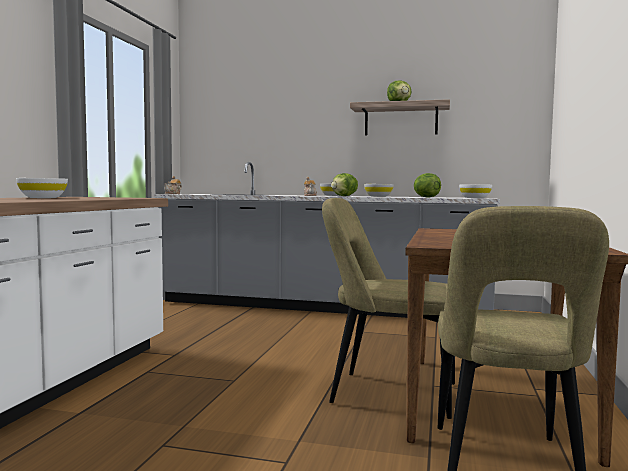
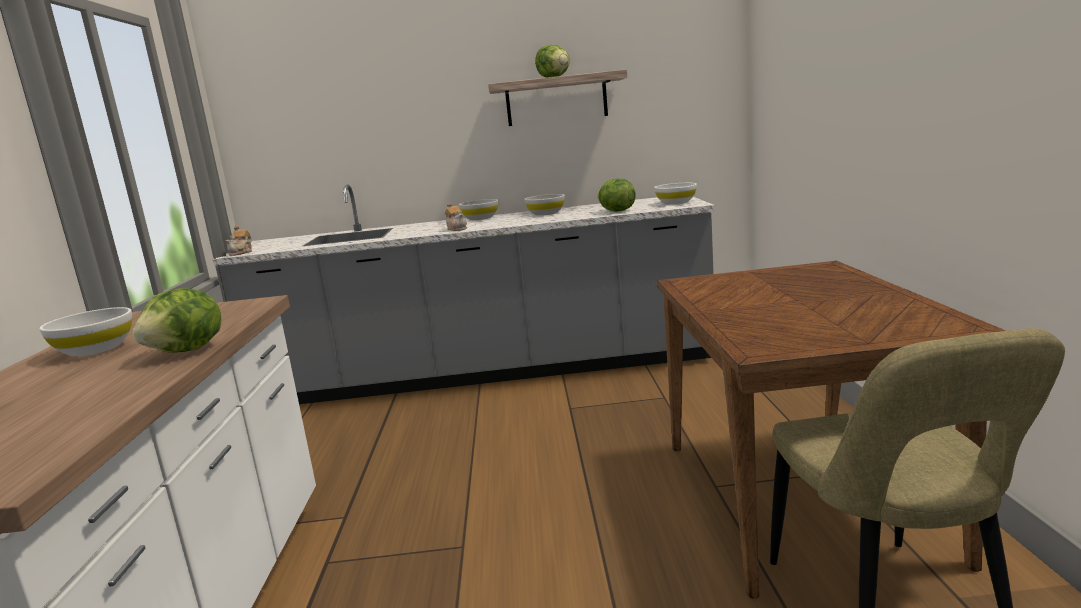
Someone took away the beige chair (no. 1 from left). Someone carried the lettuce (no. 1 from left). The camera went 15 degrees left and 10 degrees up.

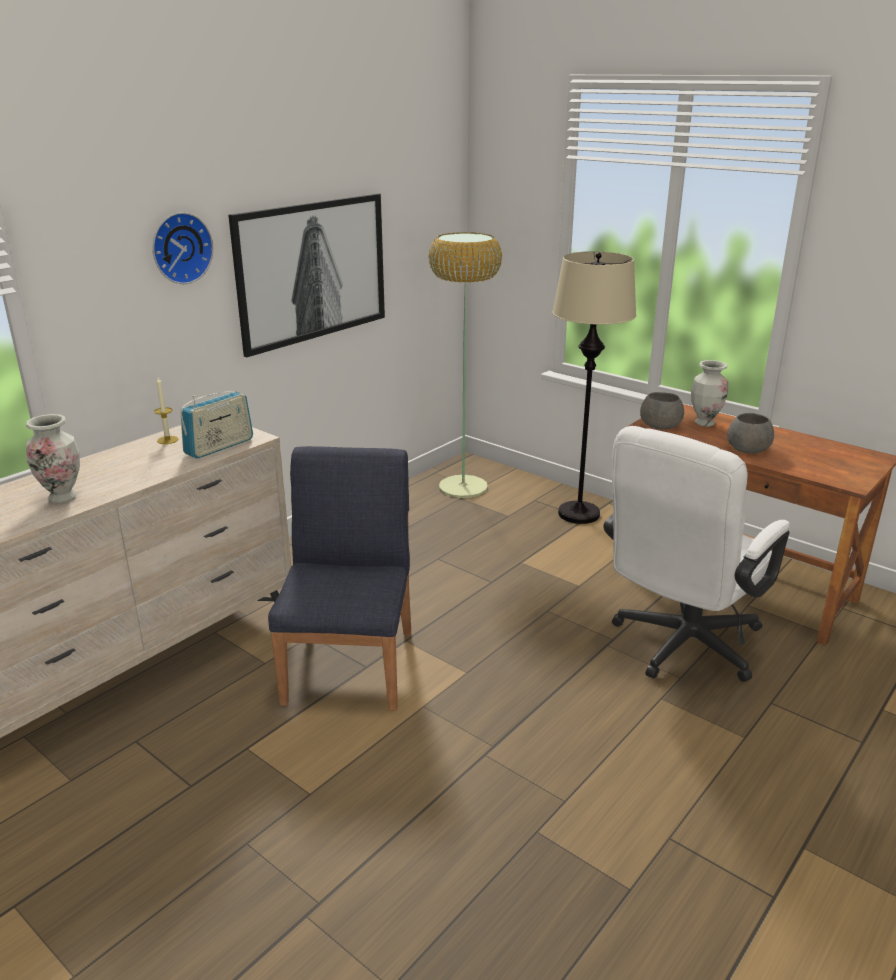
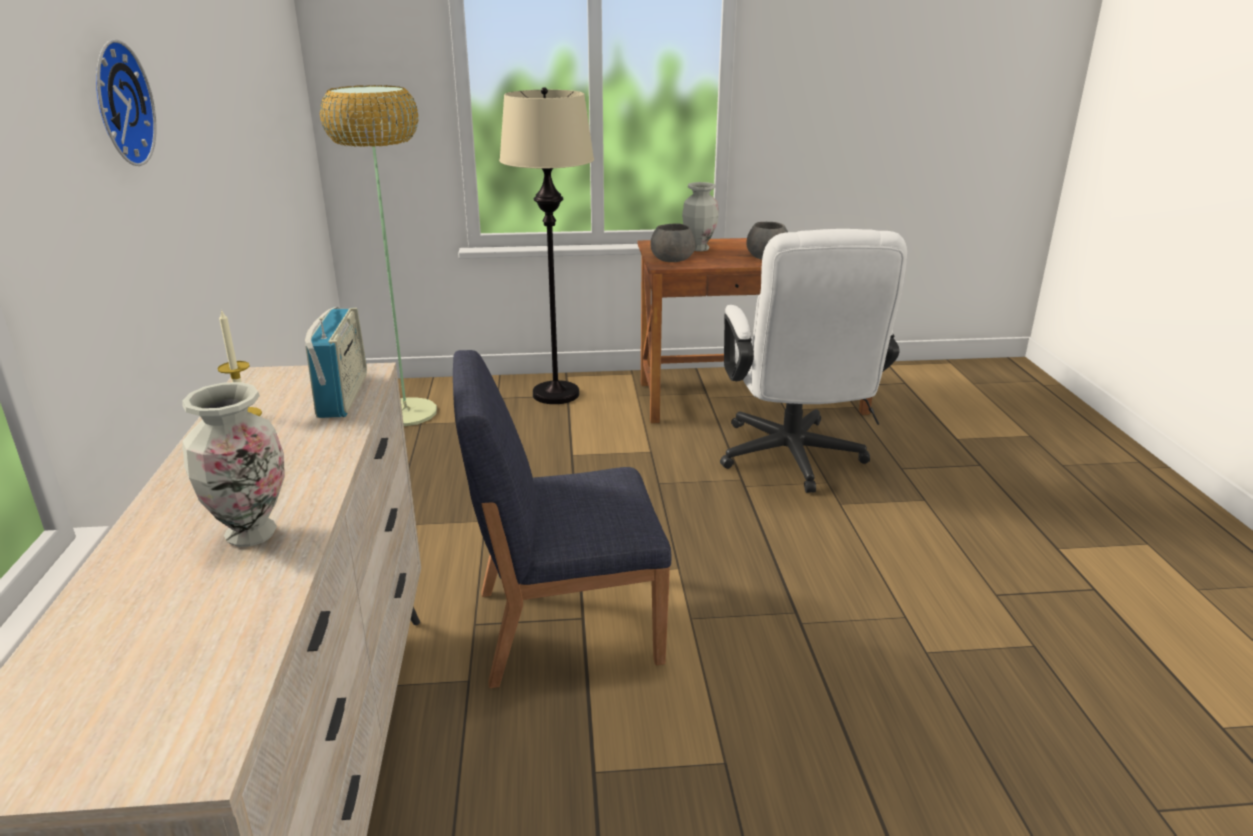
Someone took away the picture. Someone rotated the blue chair by 60 degrees counterclockwise. The camera went 45 degrees left and 0 degrees up.

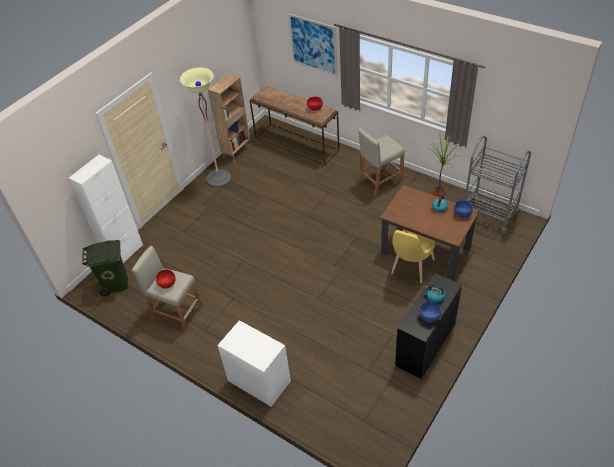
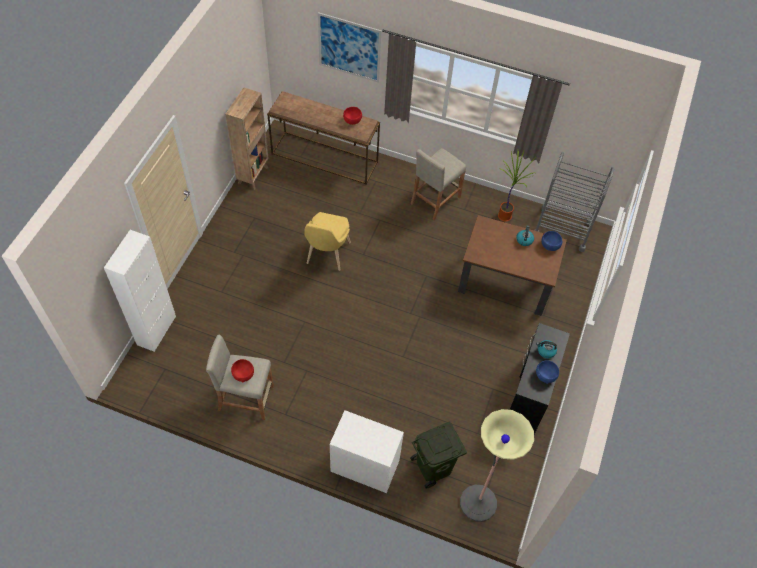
Someone carried the green trash can. Someone carried the floor lamp. Someone carried the yellow chair. The camera went 20 degrees left and 10 degrees up.

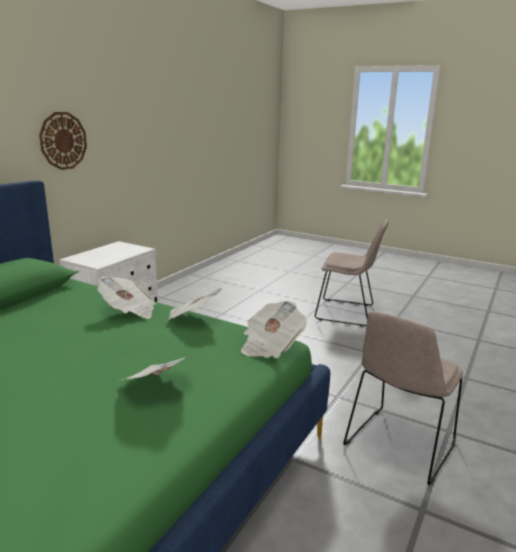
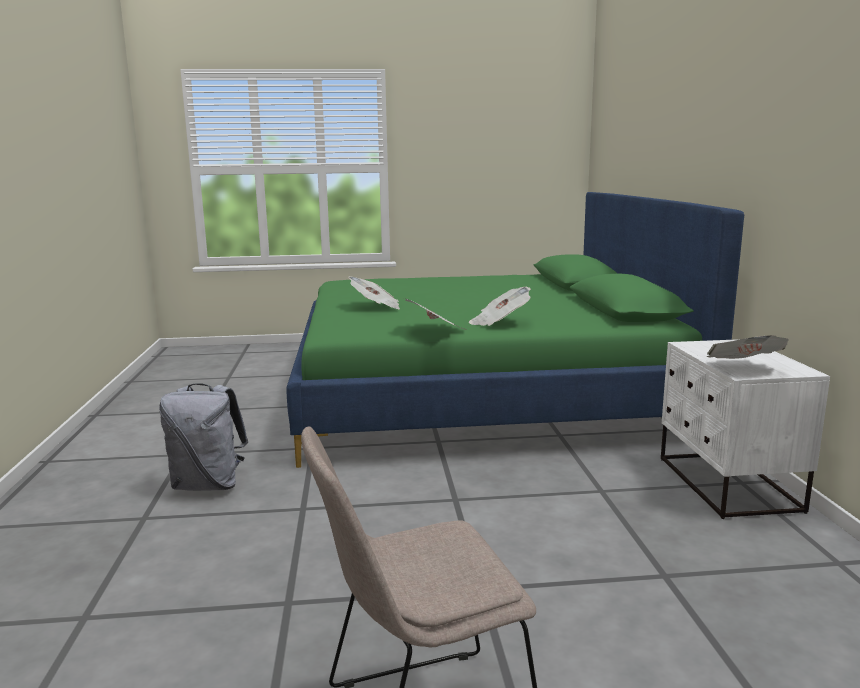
Someone took away the wall clock. Someone carried the newspaper (no. 4 from left). Someone swapped the beige chair (no. 2 from left) for the grey backpack. The camera went 145 degrees right and 5 degrees down.

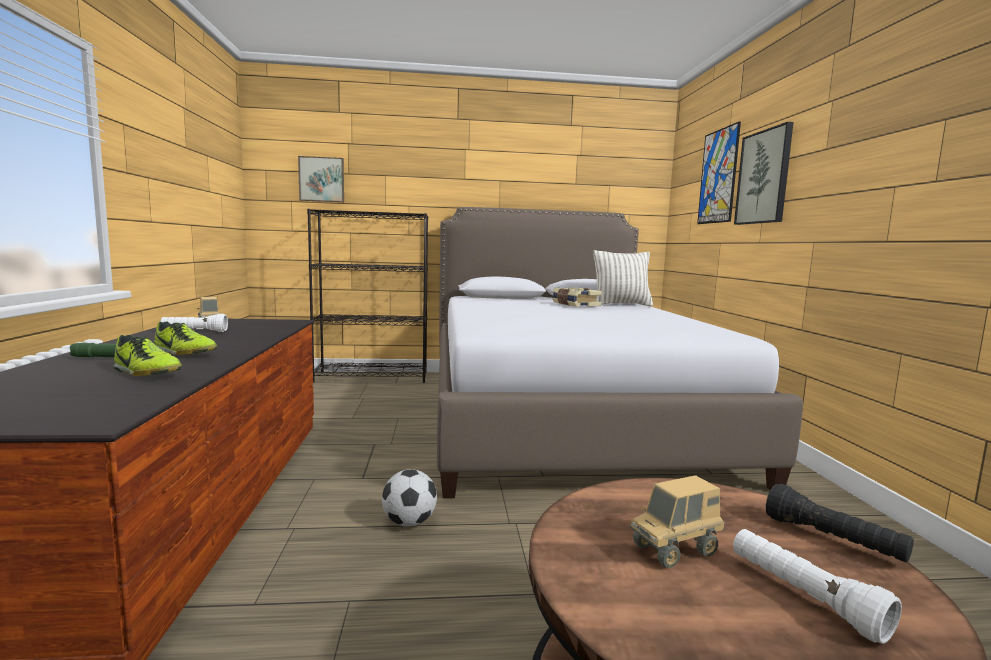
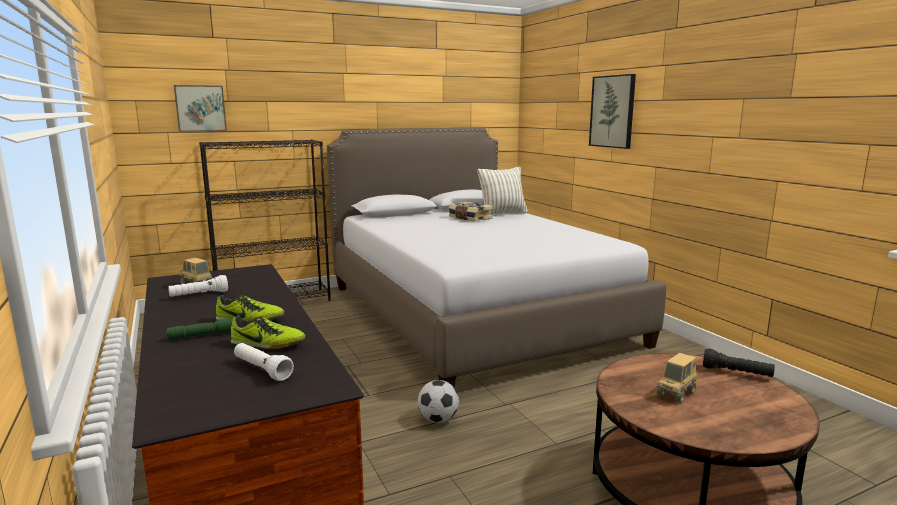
Someone took away the picture (no. 2 from left). Someone carried the white flashlight (no. 2 from left). The camera went 20 degrees left and 5 degrees up.

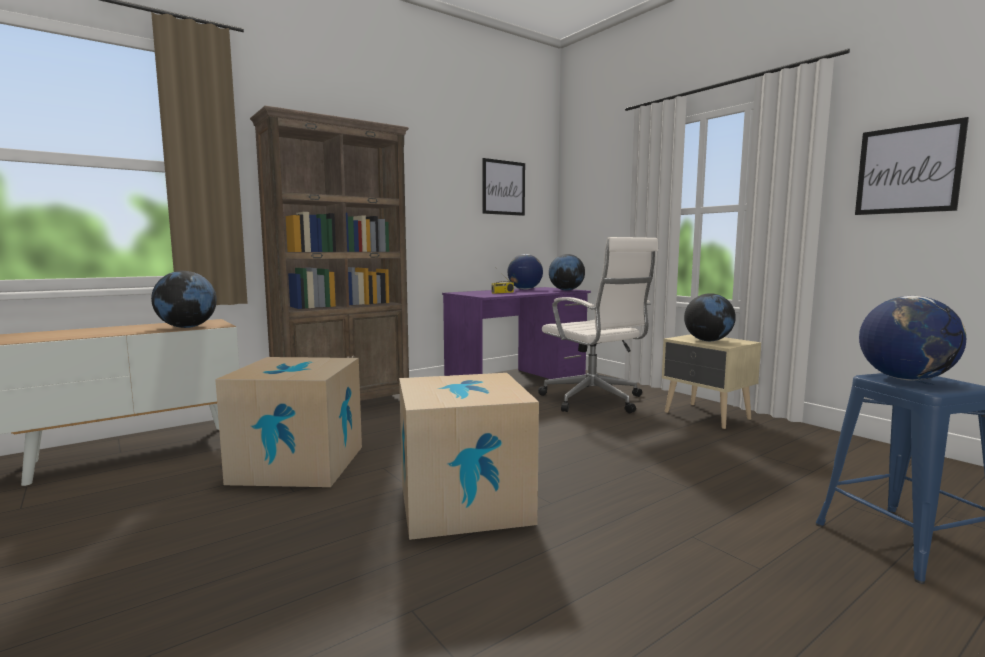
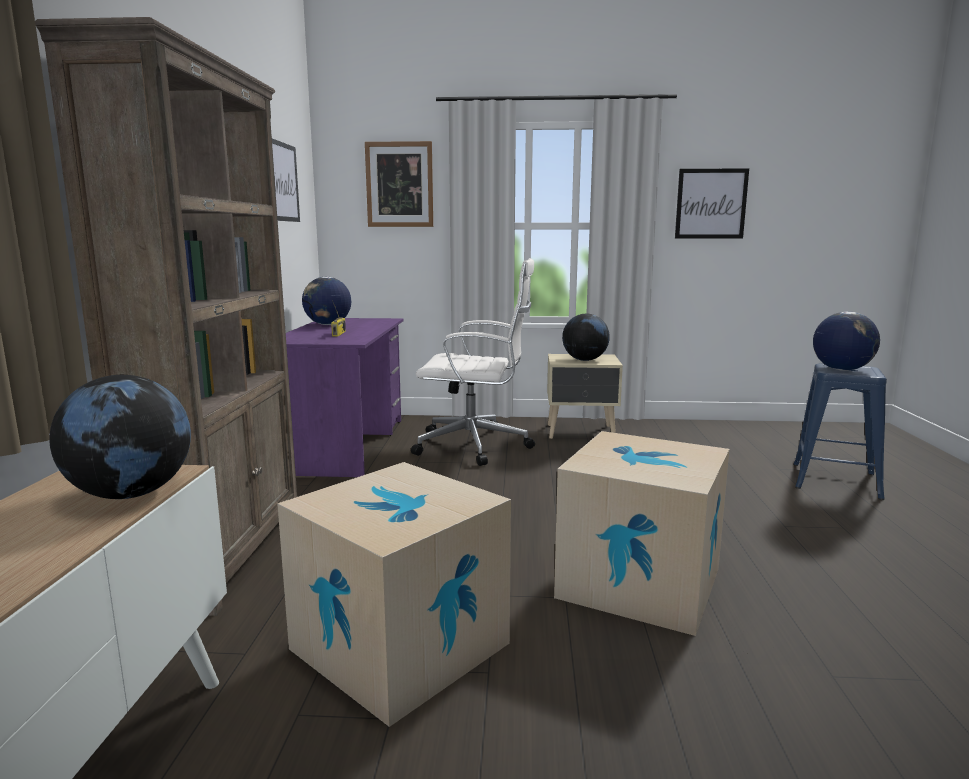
Someone took away the globe (no. 3 from left). Someone put up the picture (no. 2 from left). The camera went 50 degrees left and 5 degrees up.

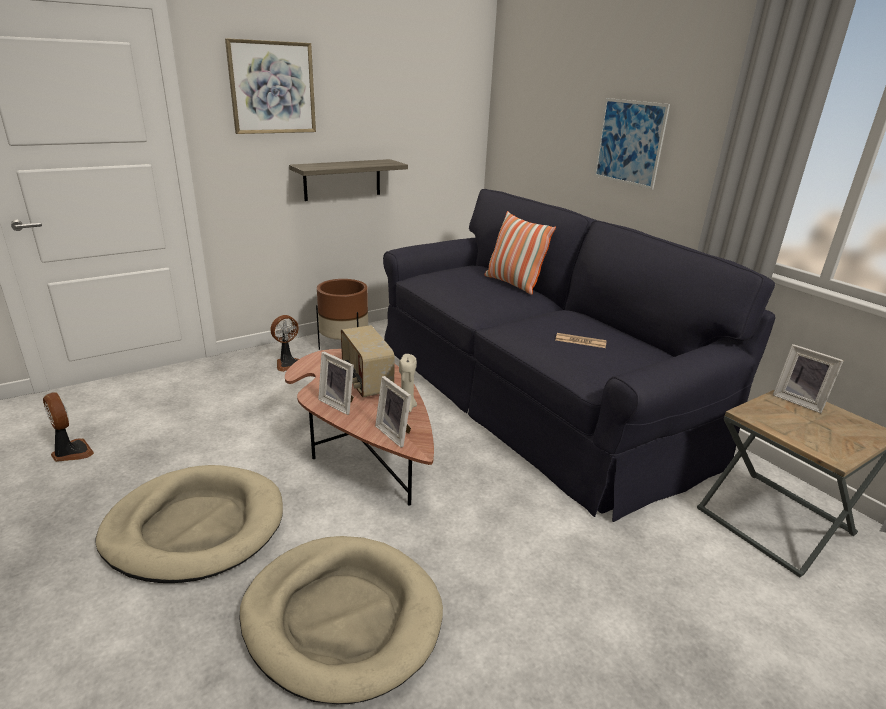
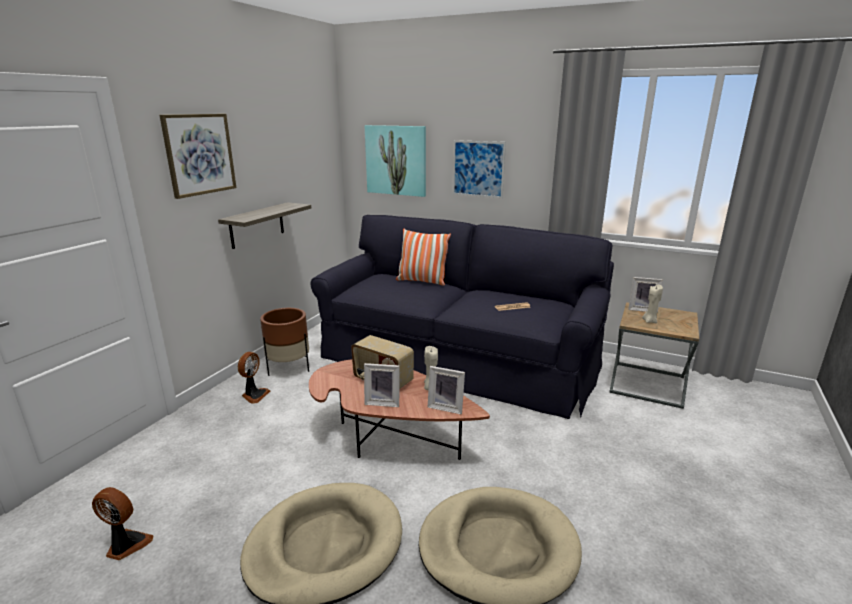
Someone put up the picture (no. 2 from left). Someone put down the beige candle (no. 2 from left). The camera went 30 degrees left and 5 degrees down.

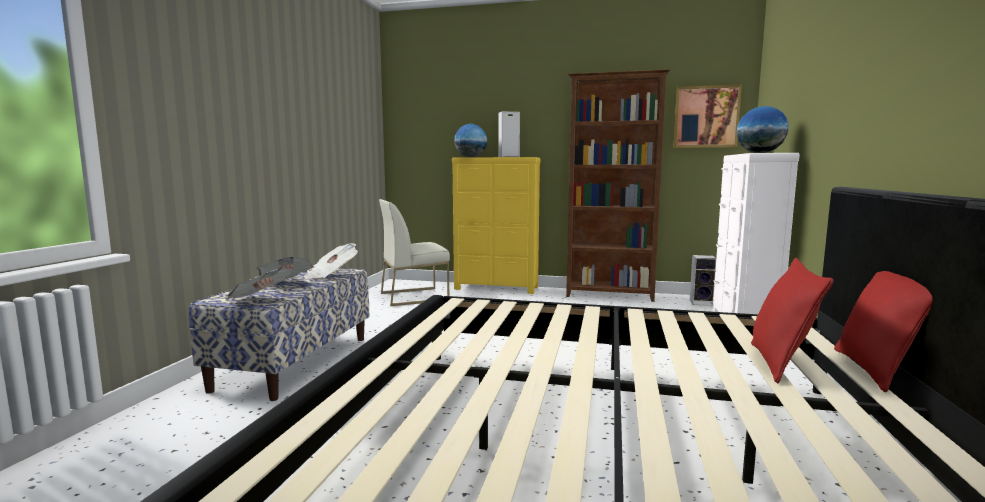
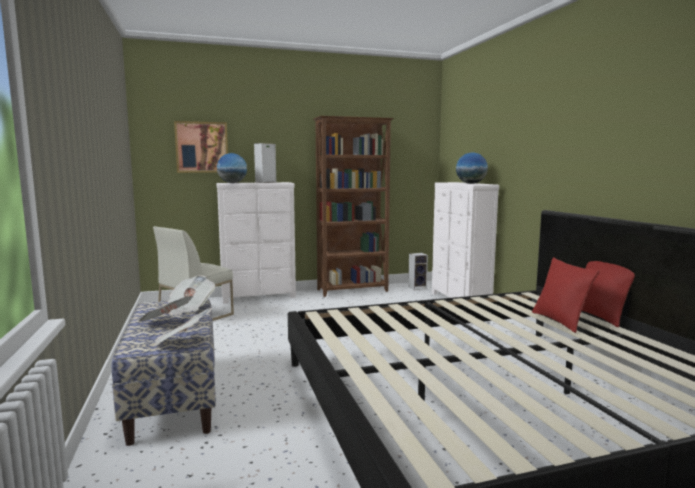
Someone carried the picture. Someone repainted the yellow dresser, which became the white dresser (no. 1 from left). The camera went 30 degrees left and 0 degrees up.

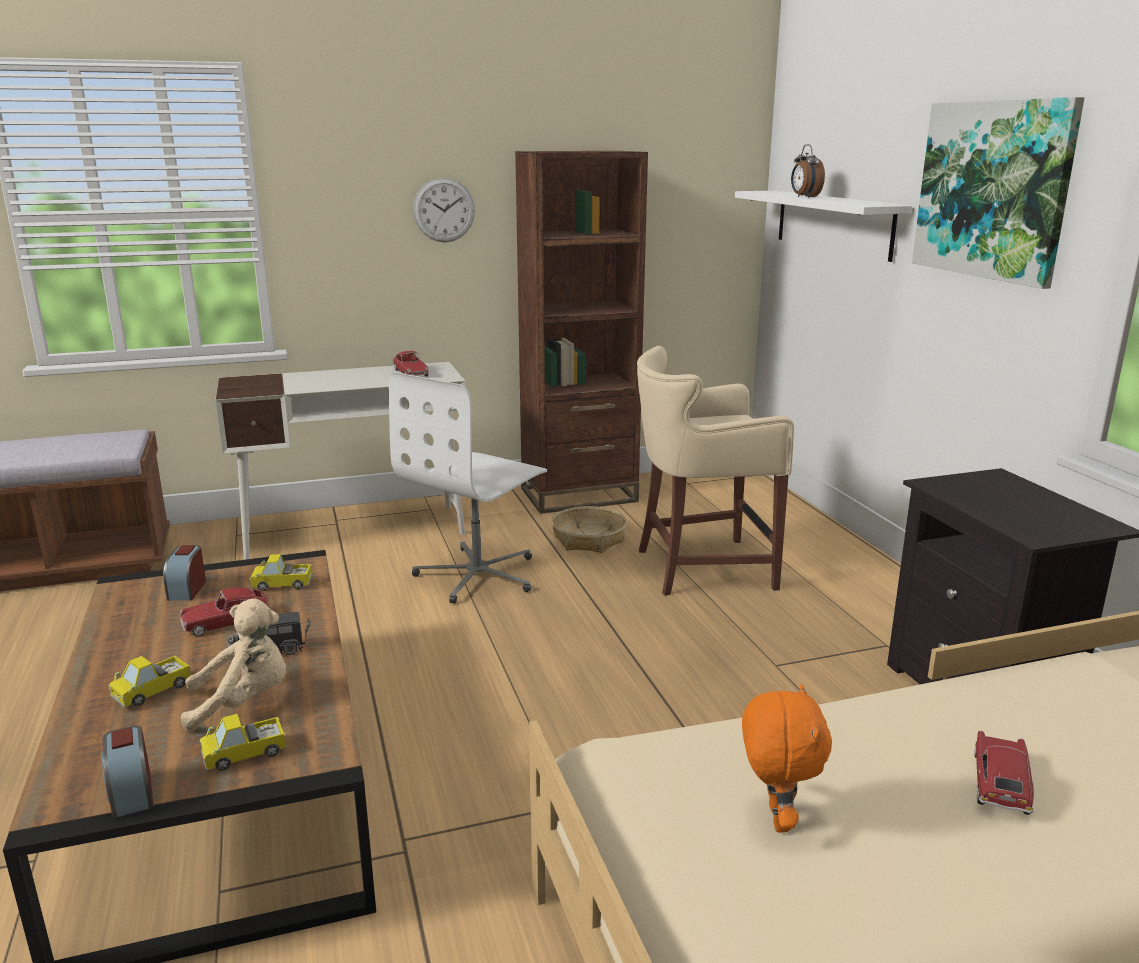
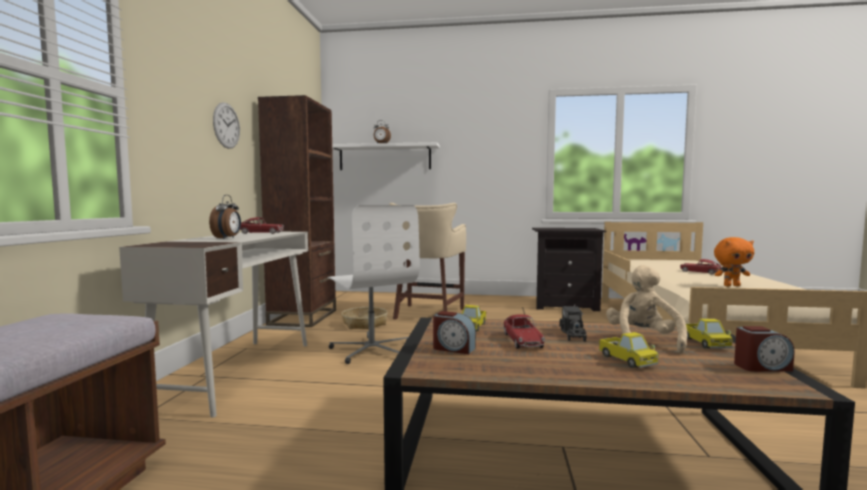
Someone took away the picture. Someone put down the alarm clock (no. 1 from left). Someone rotated the orange plush toy by 150 degrees clockwise. The camera went 65 degrees left and 15 degrees down.

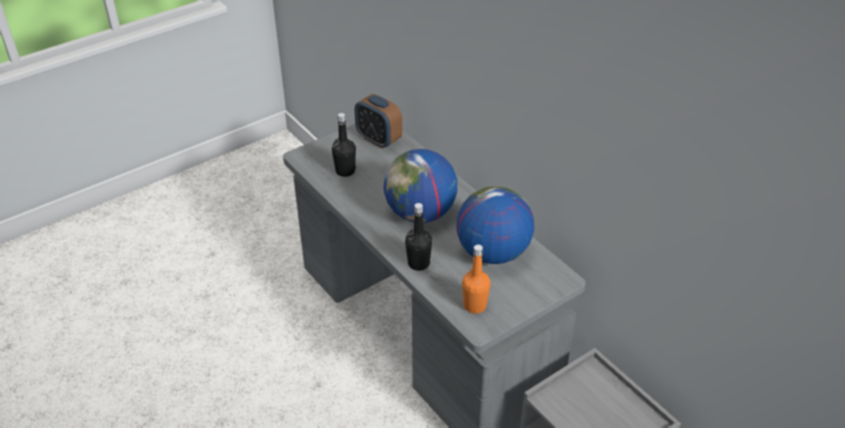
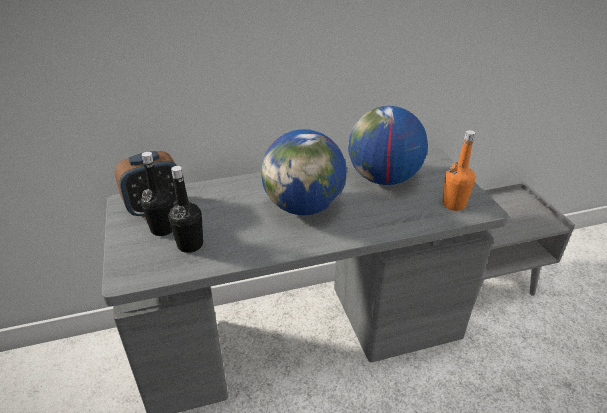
Someone carried the black bottle (no. 2 from left in the first image). The camera went 70 degrees left and 5 degrees down.

